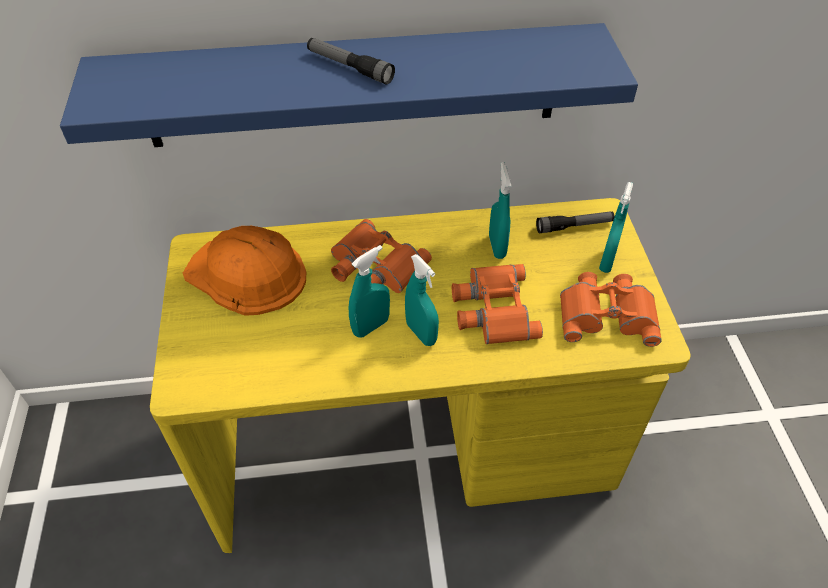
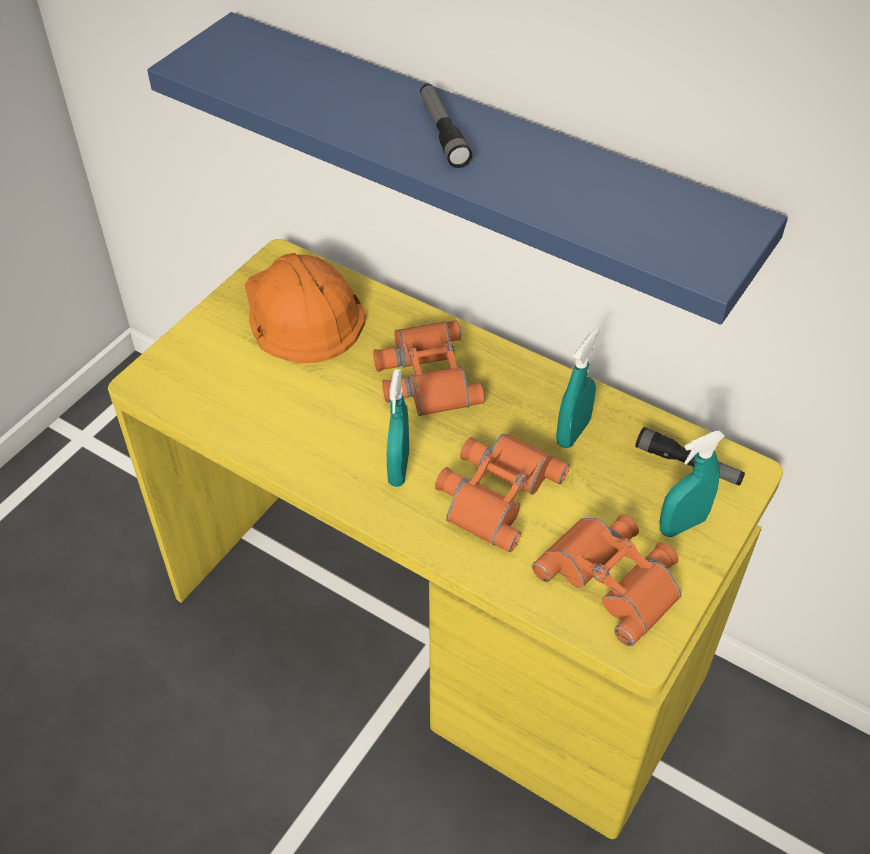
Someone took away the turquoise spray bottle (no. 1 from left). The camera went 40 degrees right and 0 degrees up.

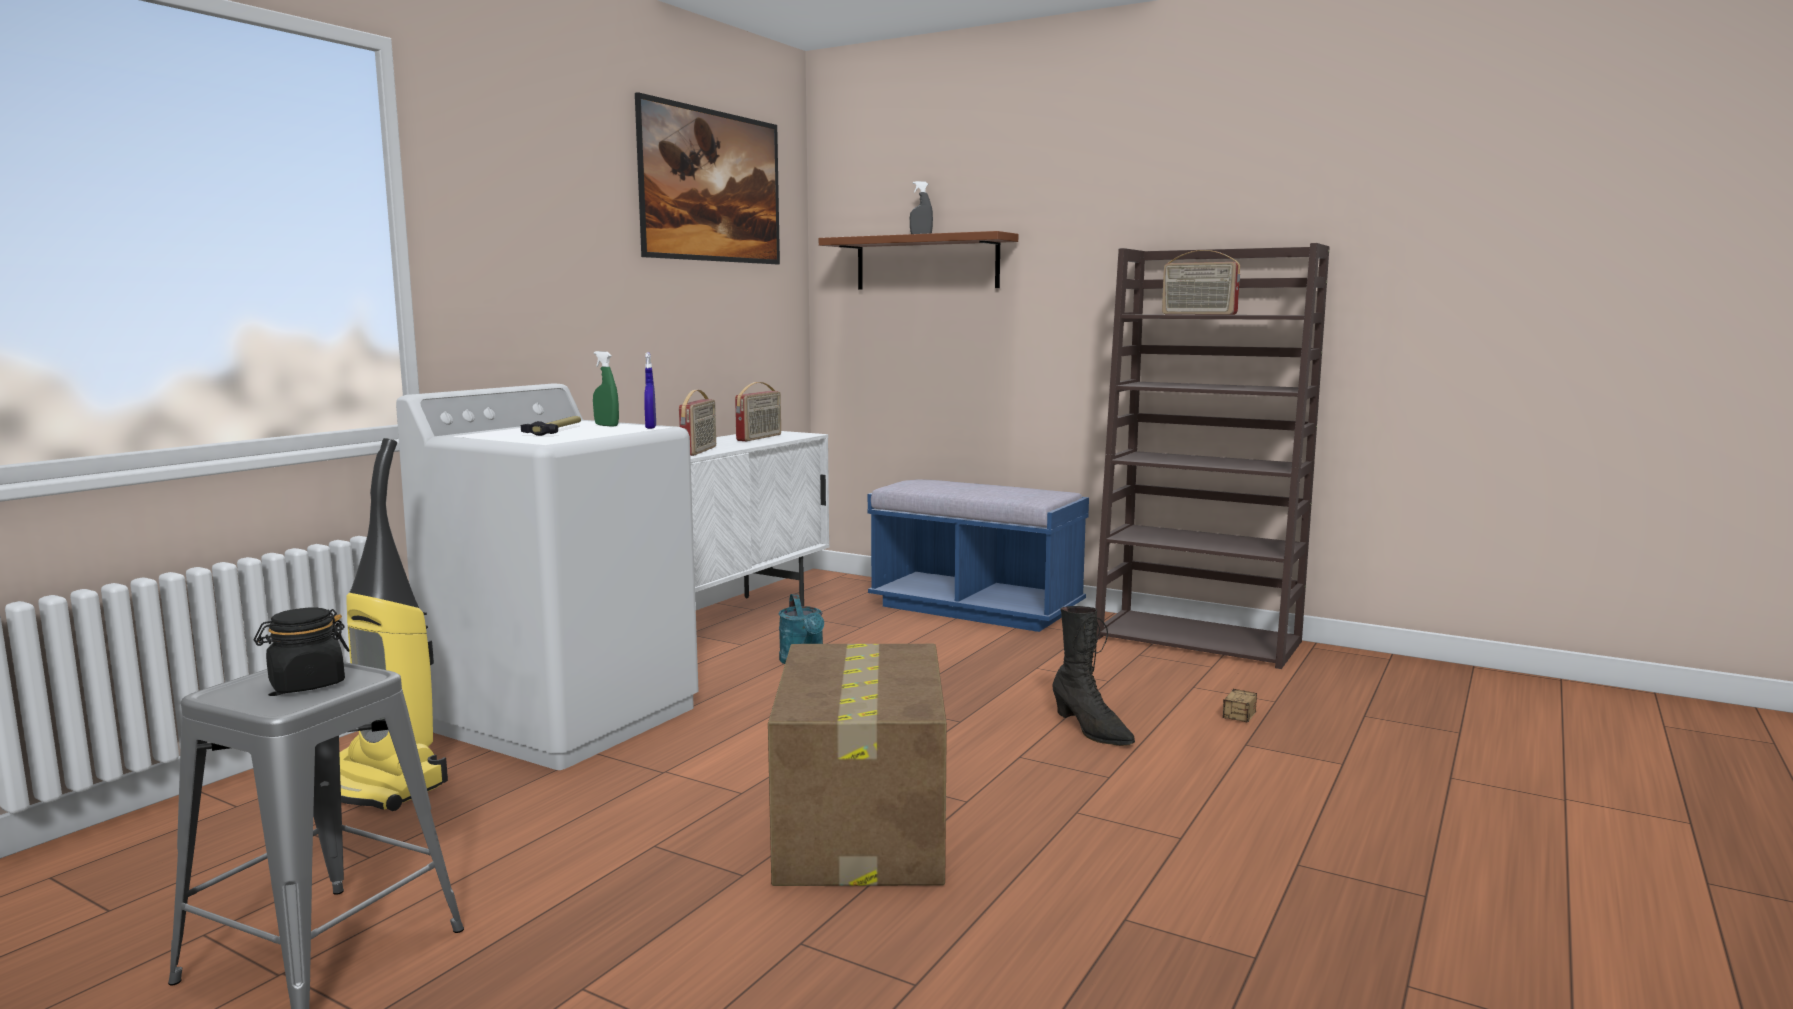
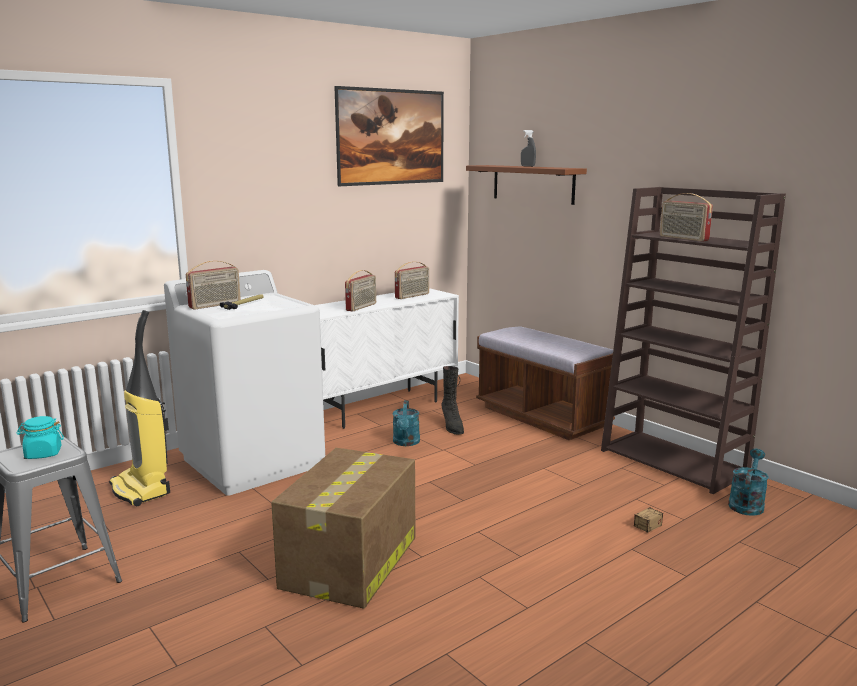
Someone took away the green spray bottle. Someone took away the blue spray bottle. Someone put down the radio (no. 1 from left). Someone put down the turquoise watering can (no. 2 from left). Someone carried the black boot. Someone repainted the black jar, which became the turquoise jar. Someone repainted the blue bench, which became the brown bench. The camera went 20 degrees right and 5 degrees up.

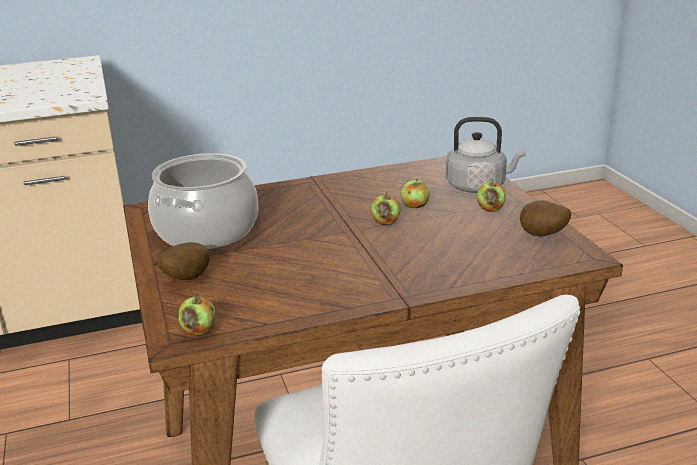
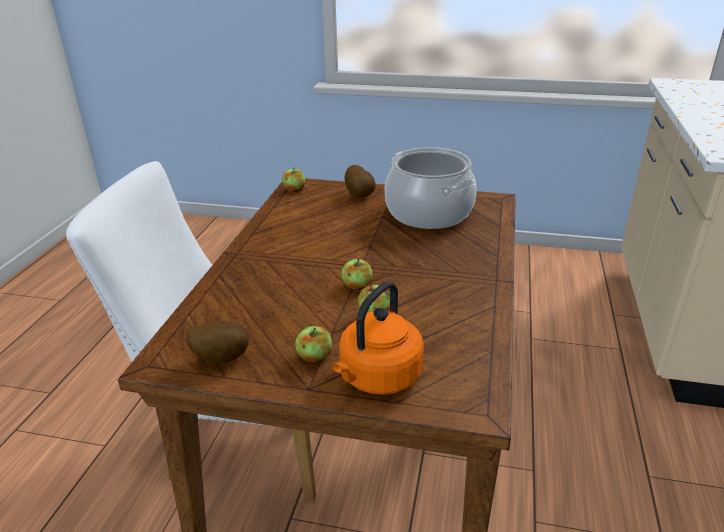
Someone repainted the grey kettle, which became the orange kettle. The camera went 120 degrees right and 5 degrees up.

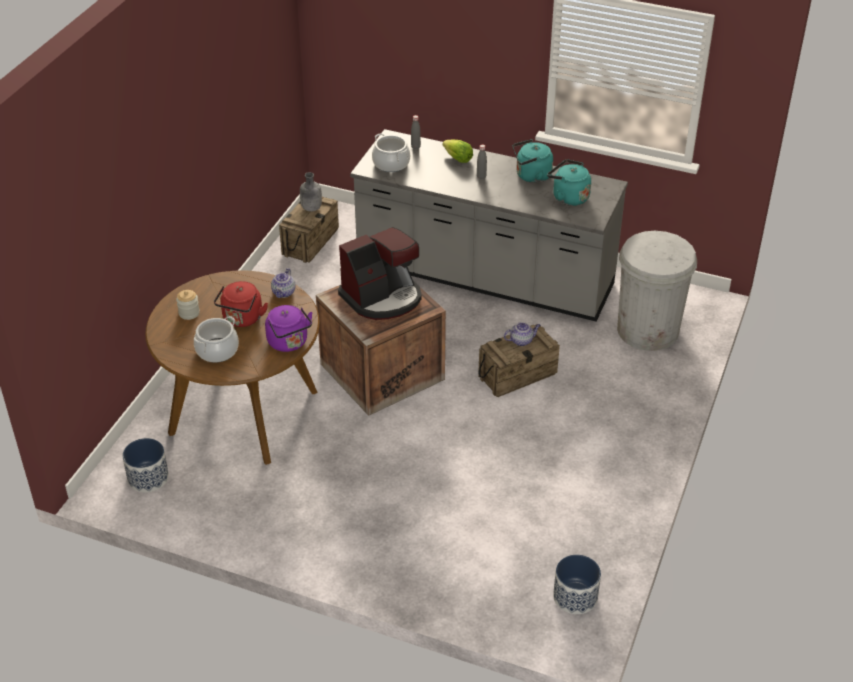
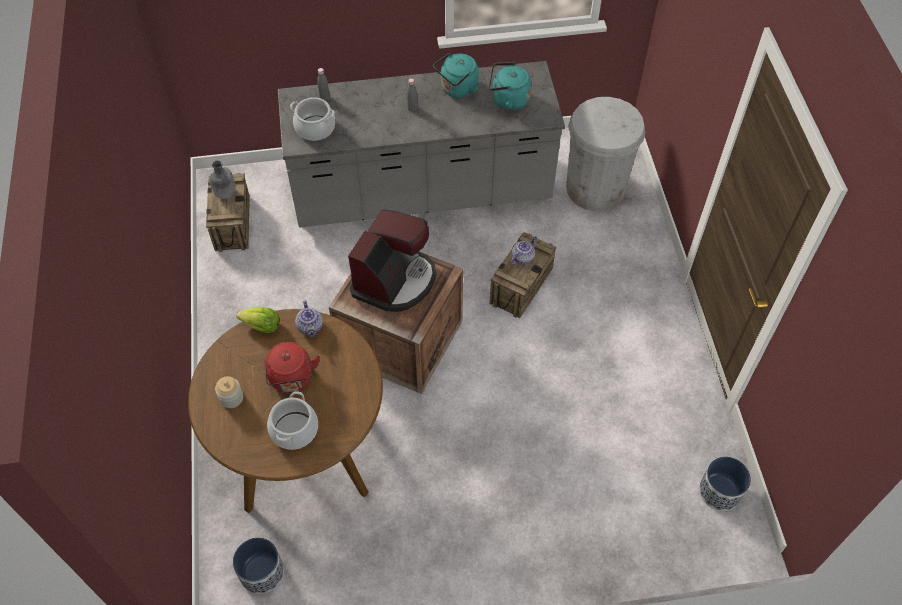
Someone took away the purple kettle. Someone carried the lettuce. The camera went 30 degrees left and 15 degrees up.

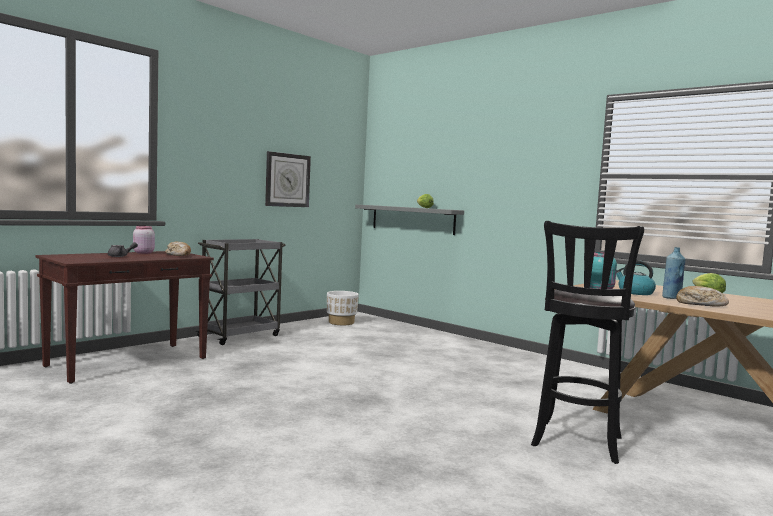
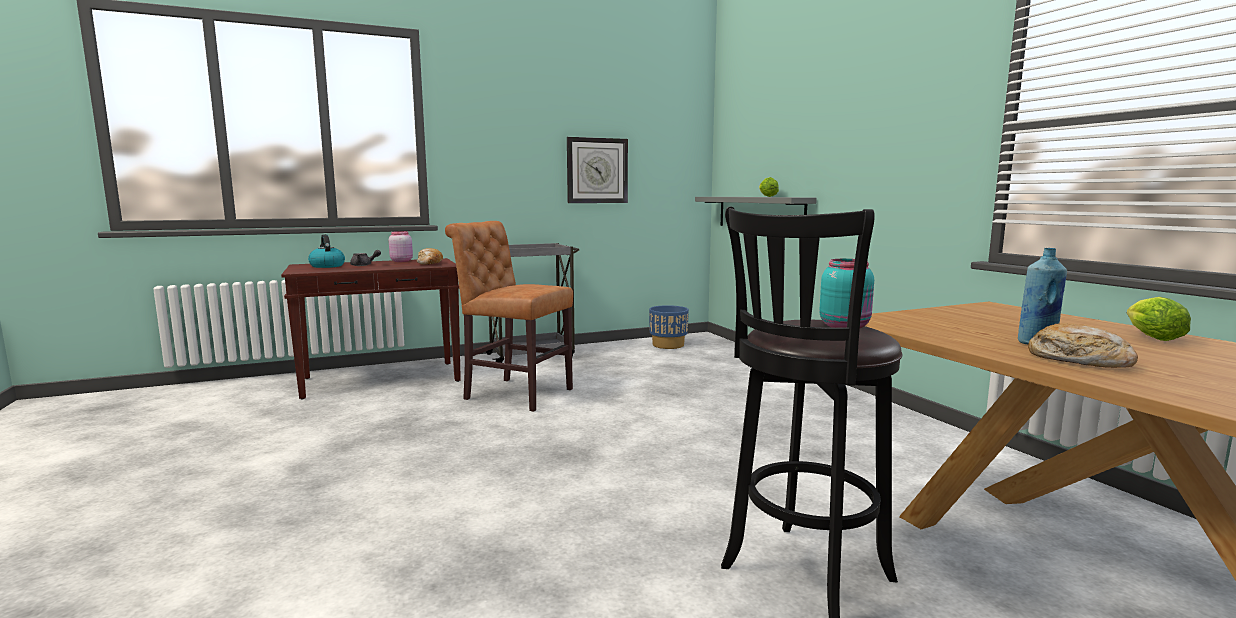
Someone put down the brown chair. Someone carried the kettle. Someone repainted the white planter, which became the blue planter. The camera went 25 degrees right and 5 degrees up.

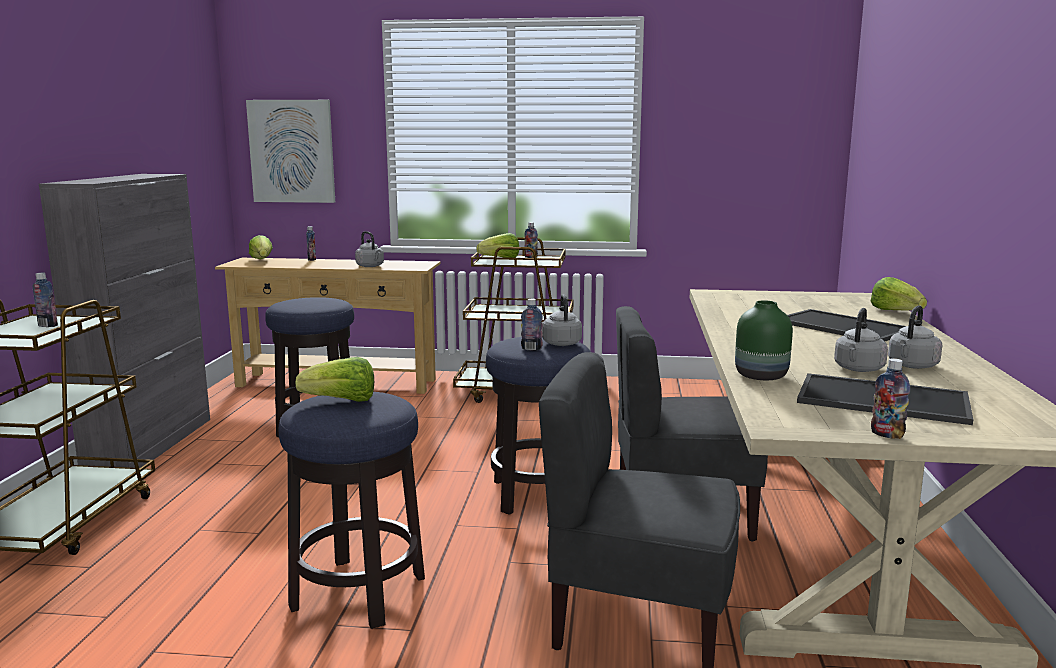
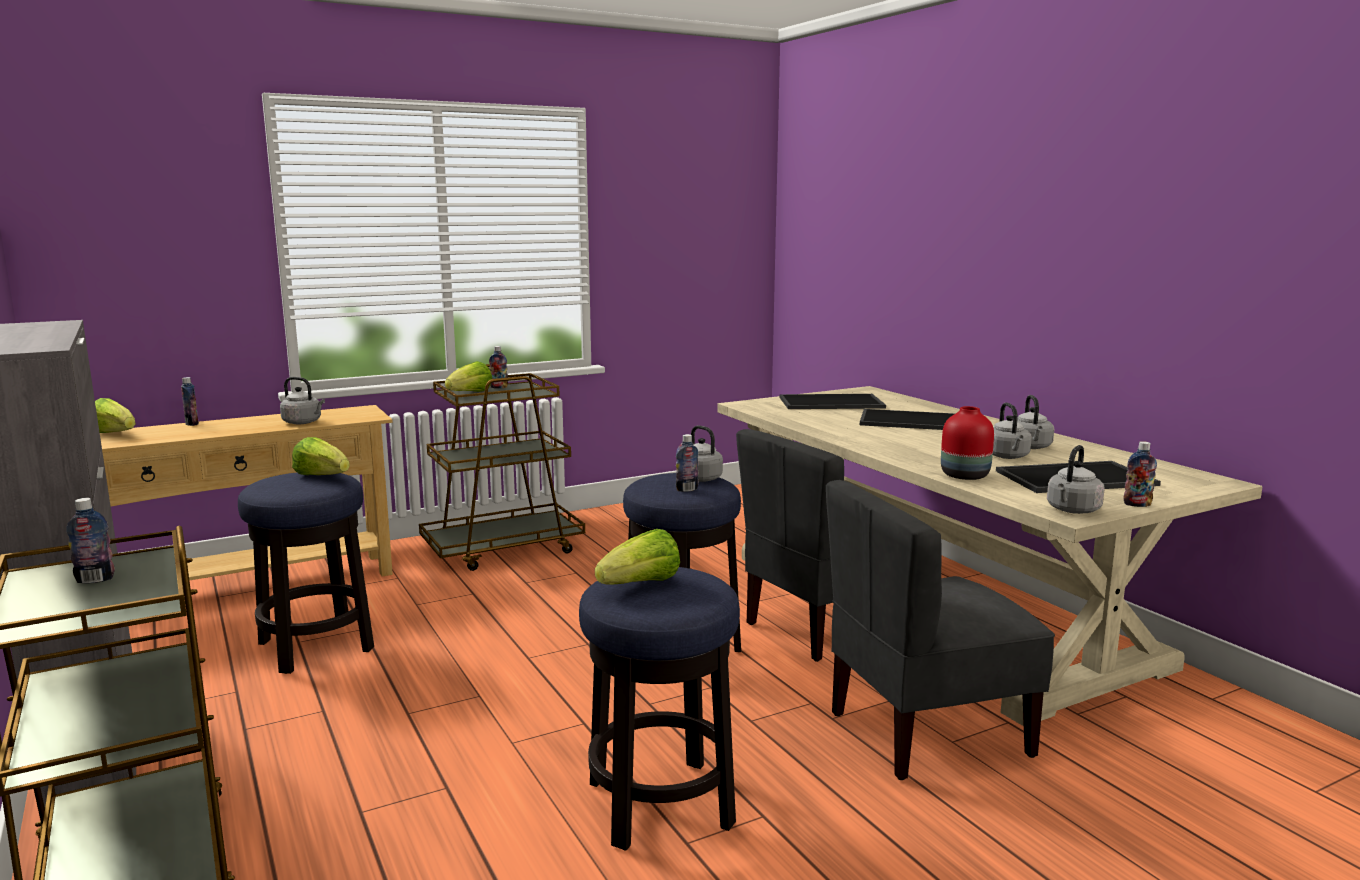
Someone took away the picture. Someone put down the tray (no. 1 from left). Someone put down the grey kettle (no. 5 from left). Someone carried the lettuce (no. 4 from left in the first image). Someone repainted the green vase, which became the red vase. The camera went 35 degrees left and 0 degrees up.

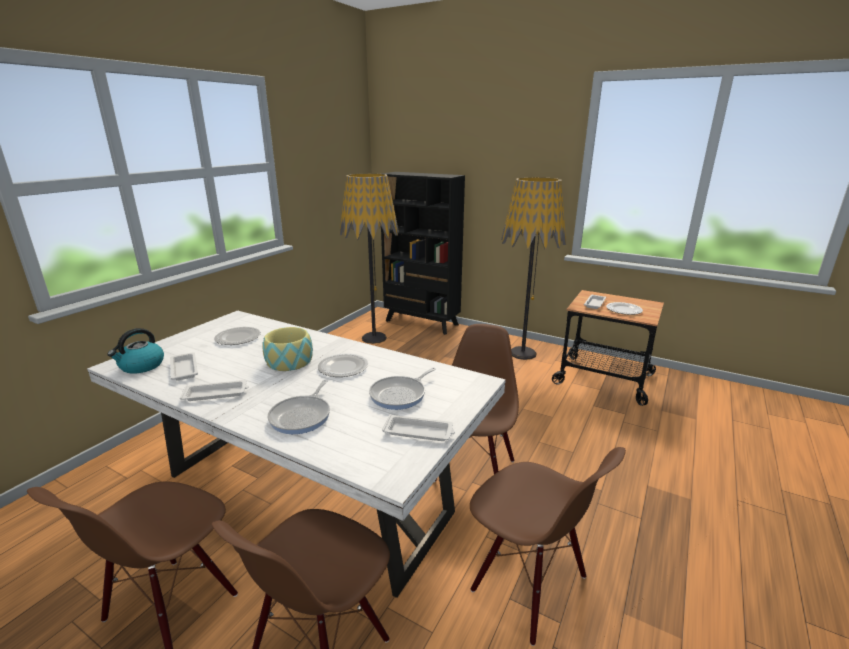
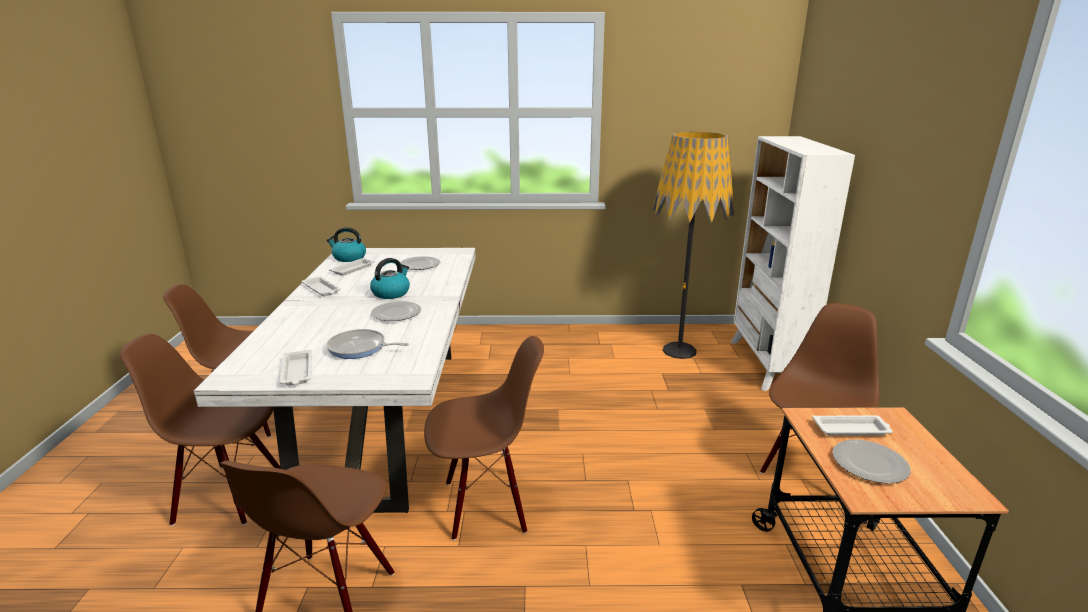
Someone took away the frying pan (no. 1 from left). Someone swapped the bowl for the kettle (no. 2 from left). Someone swapped the floor lamp (no. 2 from left) for the brown chair (no. 5 from left). Someone repainted the black bookcase, which became the white bookcase. The camera went 60 degrees right and 0 degrees up.

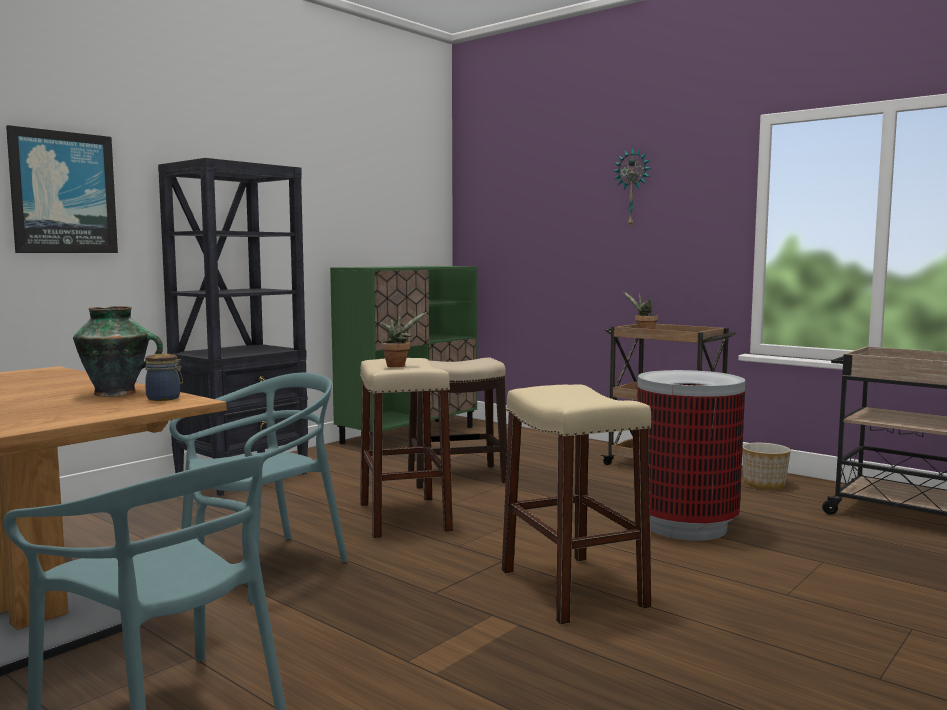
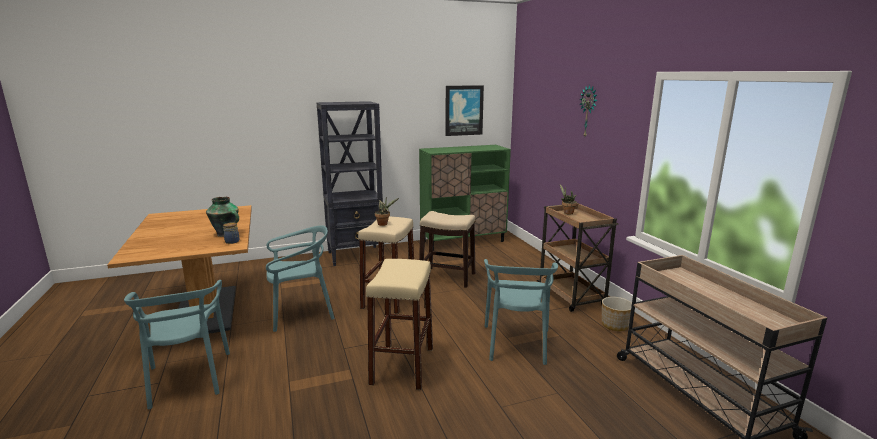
Someone carried the picture. Someone swapped the trash can for the turquoise chair (no. 3 from left). The camera went 30 degrees right and 10 degrees up.

